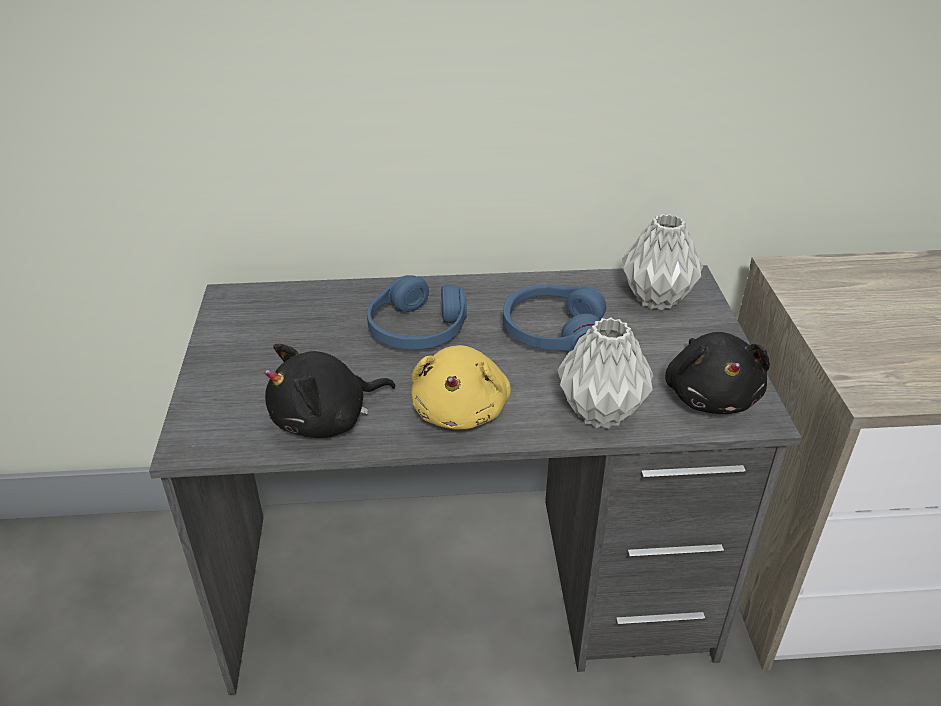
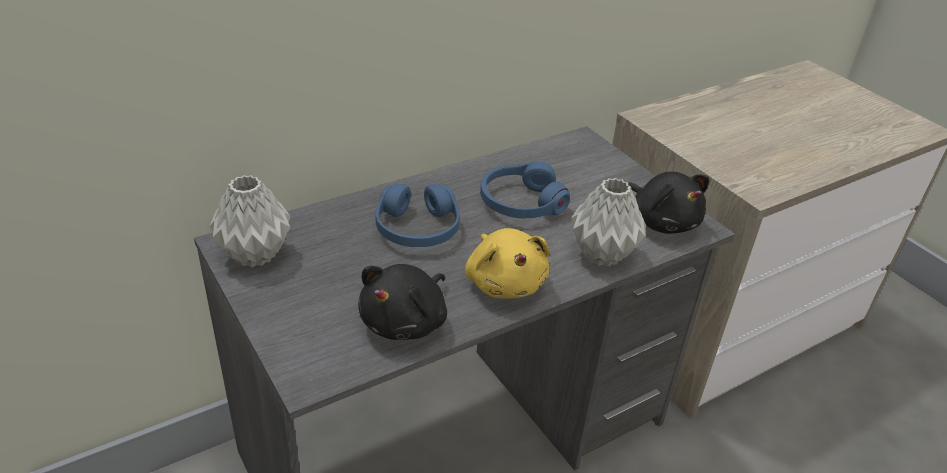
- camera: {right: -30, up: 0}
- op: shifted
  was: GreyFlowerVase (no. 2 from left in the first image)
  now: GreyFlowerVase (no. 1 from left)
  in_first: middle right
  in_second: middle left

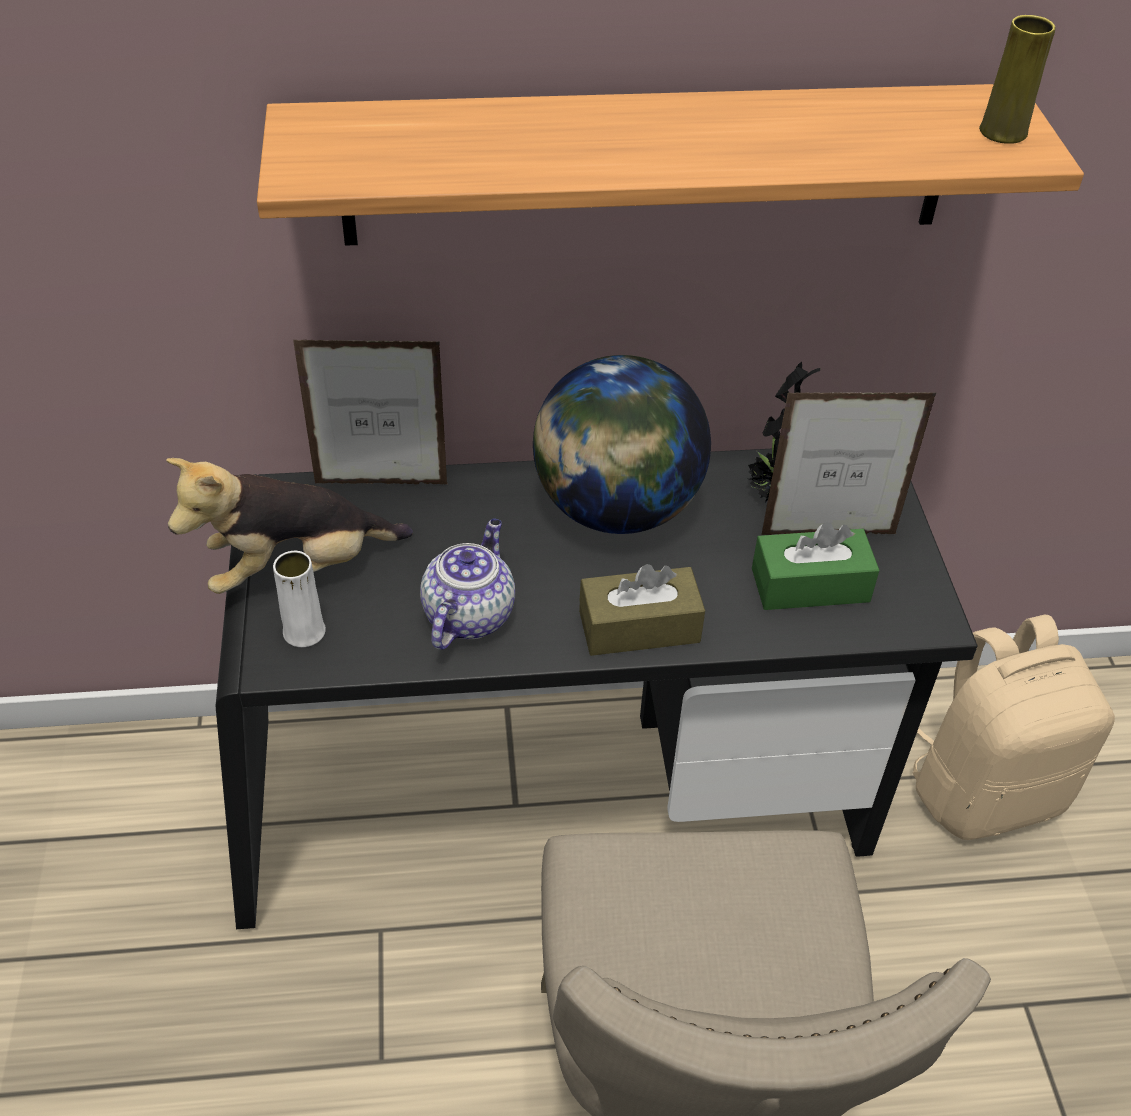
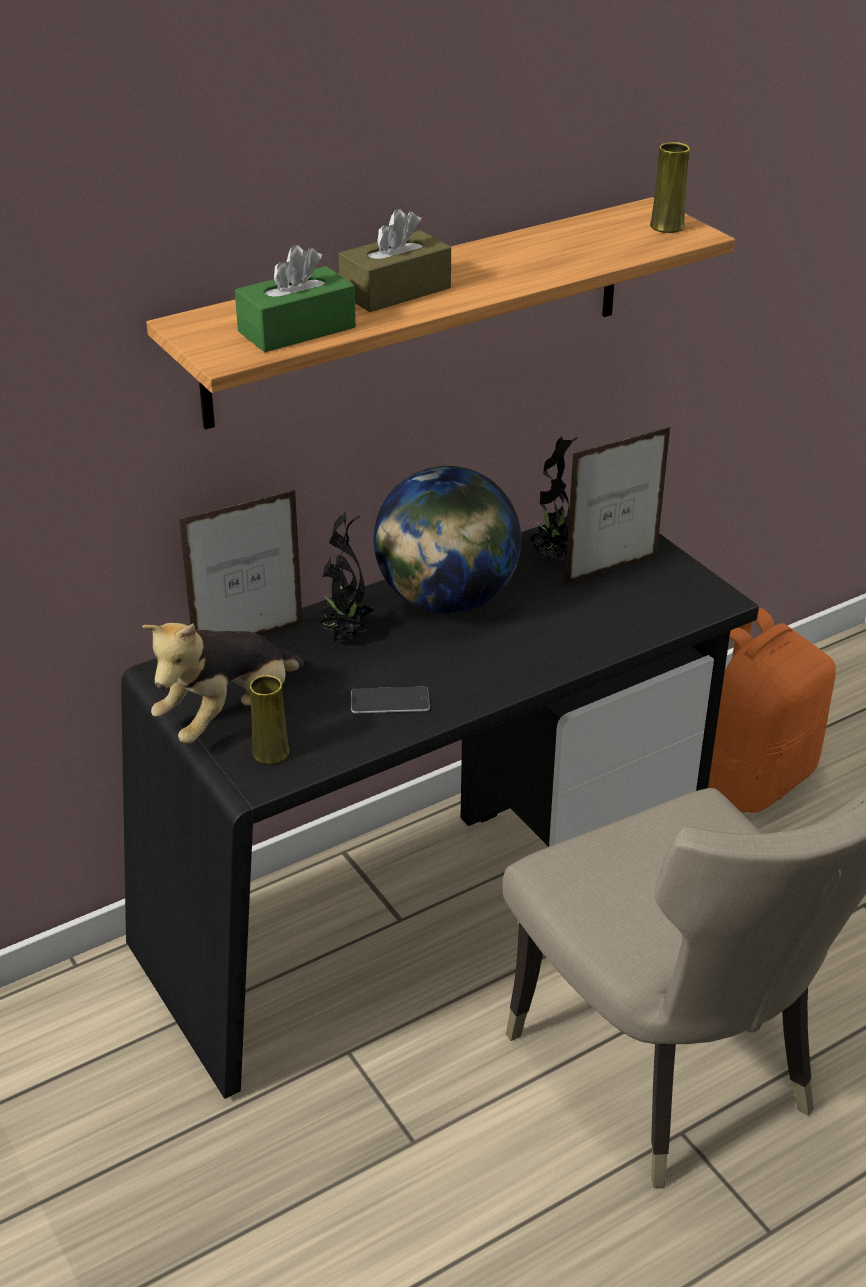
- camera: {right: -25, up: -10}
- op: new
  now: PlantInAPot (no. 1 from left)
  in_second: centre
- op: shifted
  was: BrownColouredTissueBox
  in_first: centre
  in_second: top centre
- op: shifted
  was: GreenTissueBox
  in_first: middle right
  in_second: top centre
- op: swapped
  was: Teapot
  now: Handset
  in_first: centre
  in_second: centre
- op: repainted
  was: WhitishFlowerVase
  now: YellowishFlowerVase (no. 1 from left)
  in_first: middle left
  in_second: middle left
- op: repainted
  was: SandColouredBackpack
  now: OrangeyBackpack
  in_first: middle right
  in_second: middle right

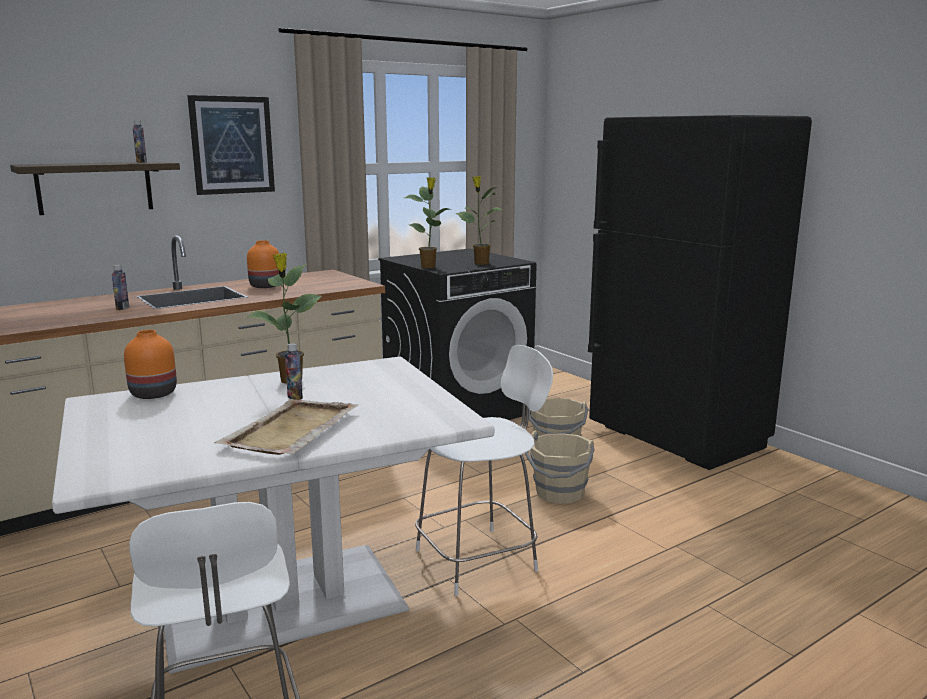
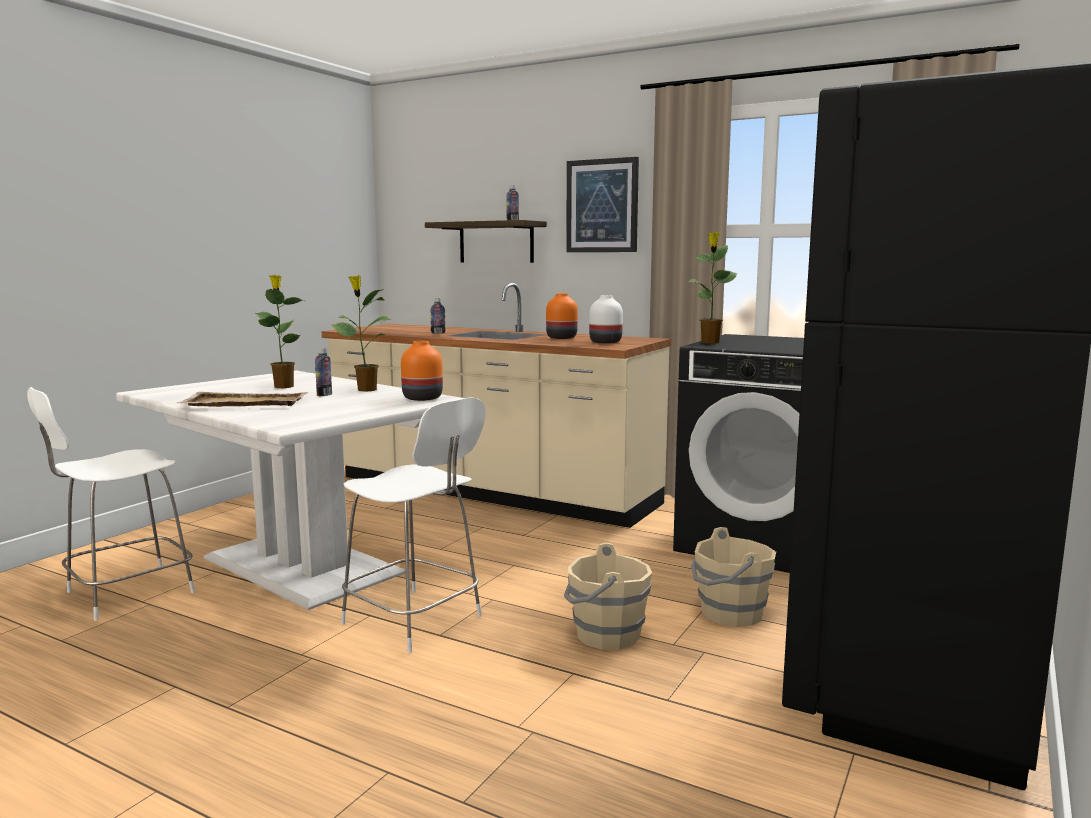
- camera: {right: 65, up: -5}
- op: new
  now: WhitishFlowerVase
  in_second: centre
- op: shifted
  was: OrangeyFlowerVase (no. 1 from left)
  in_first: middle left
  in_second: centre
- op: shifted
  was: PlantInAPot (no. 3 from left in the first image)
  now: PlantInAPot (no. 1 from left)
  in_first: top centre
  in_second: middle left

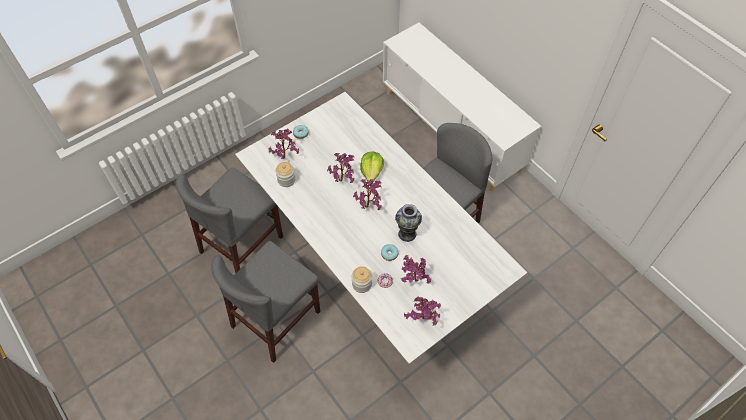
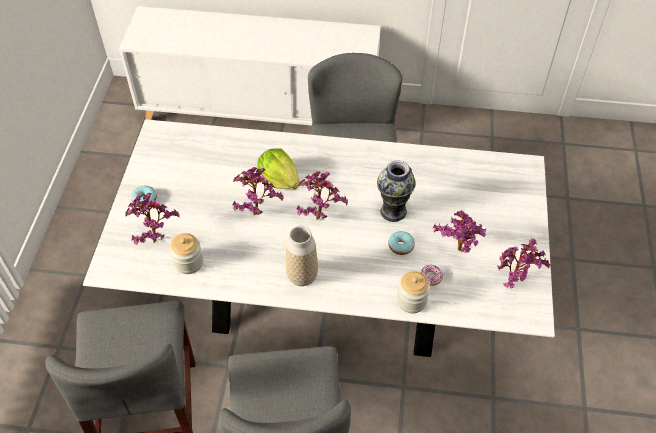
- camera: {right: -45, up: -5}
- op: new
  now: FlowerVase (no. 1 from left)
  in_second: centre

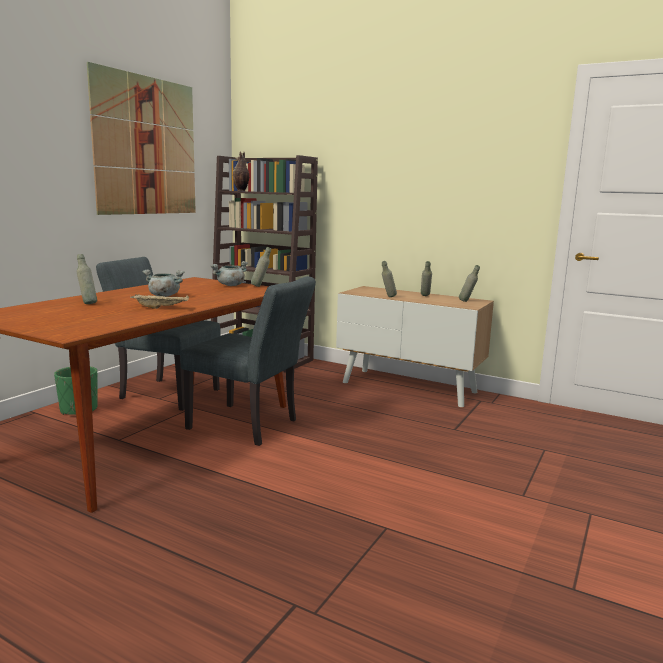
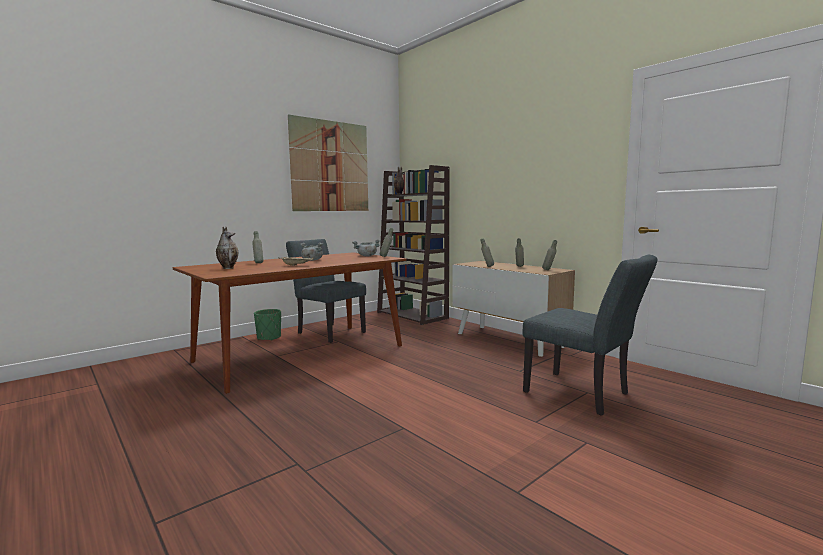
- camera: {right: 20, up: -5}
- op: new
  now: FlowerVase (no. 1 from left)
  in_second: middle left
- op: shifted
  was: GreyChair (no. 2 from left)
  in_first: centre
  in_second: middle right

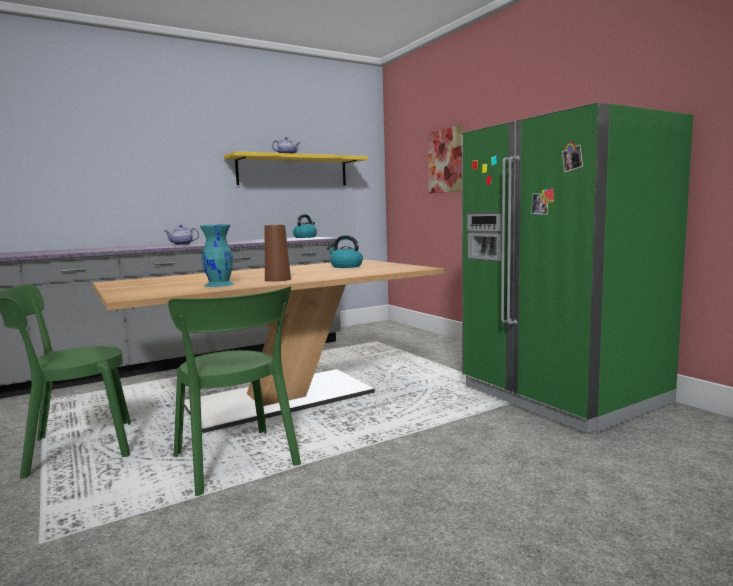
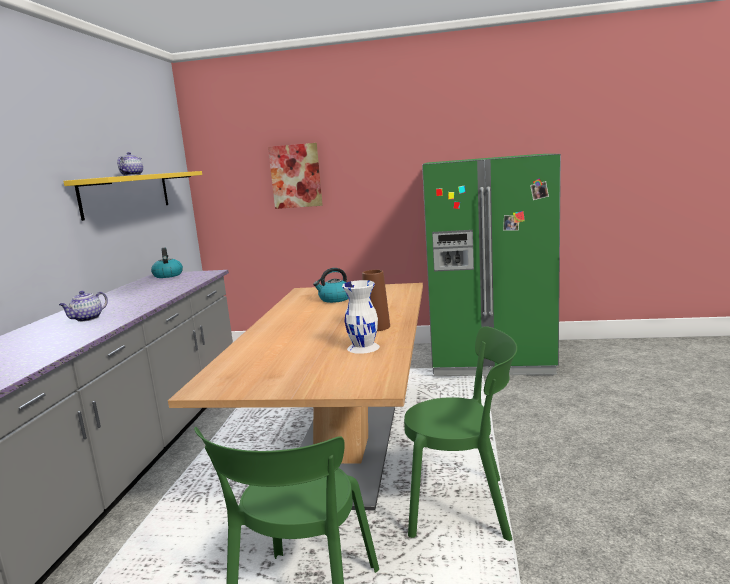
- camera: {right: -50, up: 5}
- op: repainted
  was: BlueGreenFlowerVase
  now: WhitishFlowerVase
  in_first: middle left
  in_second: centre

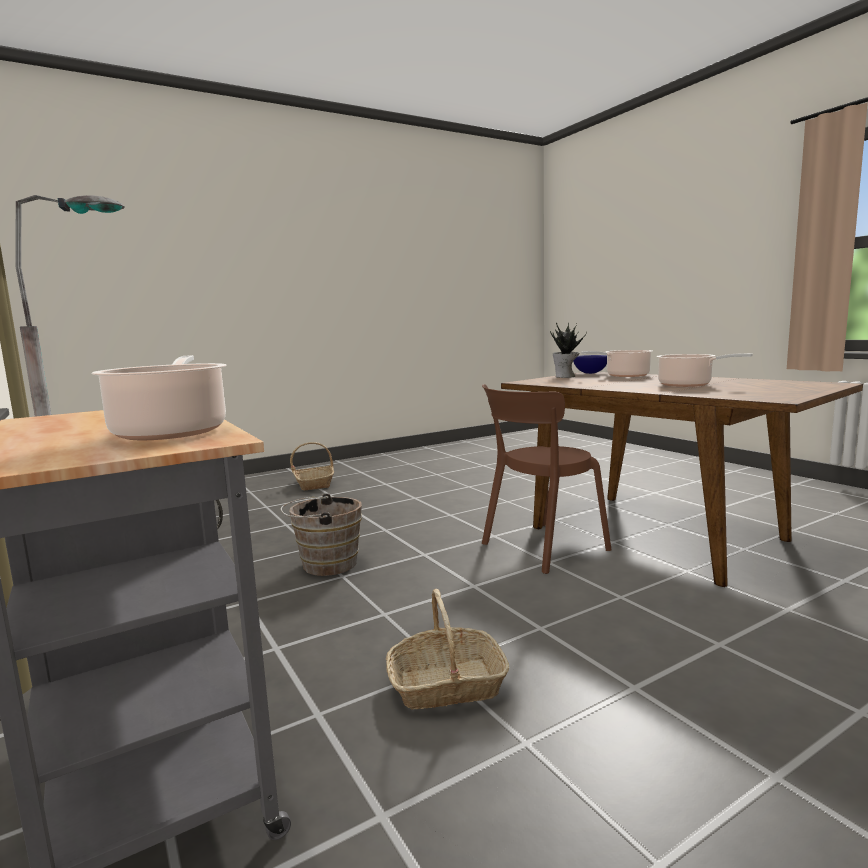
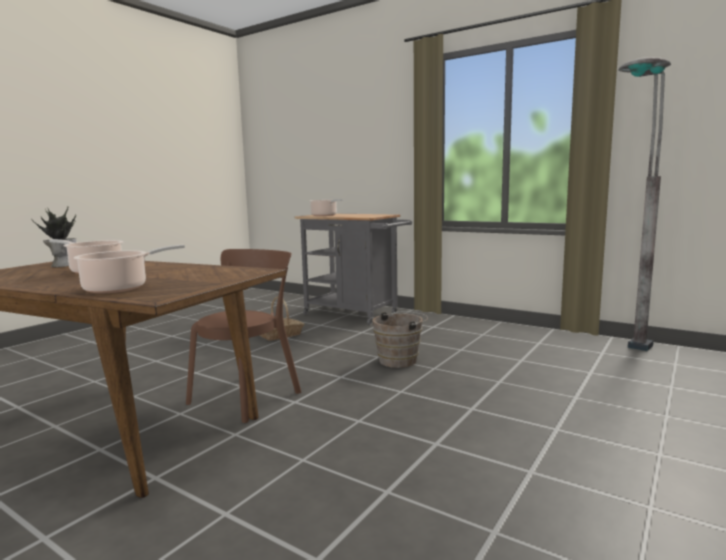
- camera: {right: 155, up: 0}
- op: gone
  was: StorageBasket (no. 1 from left)
  in_first: centre
- op: gone
  was: BlueColouredDeepDish
  in_first: middle right
- op: shifted
  was: PlantInAPot
  in_first: centre
  in_second: middle left

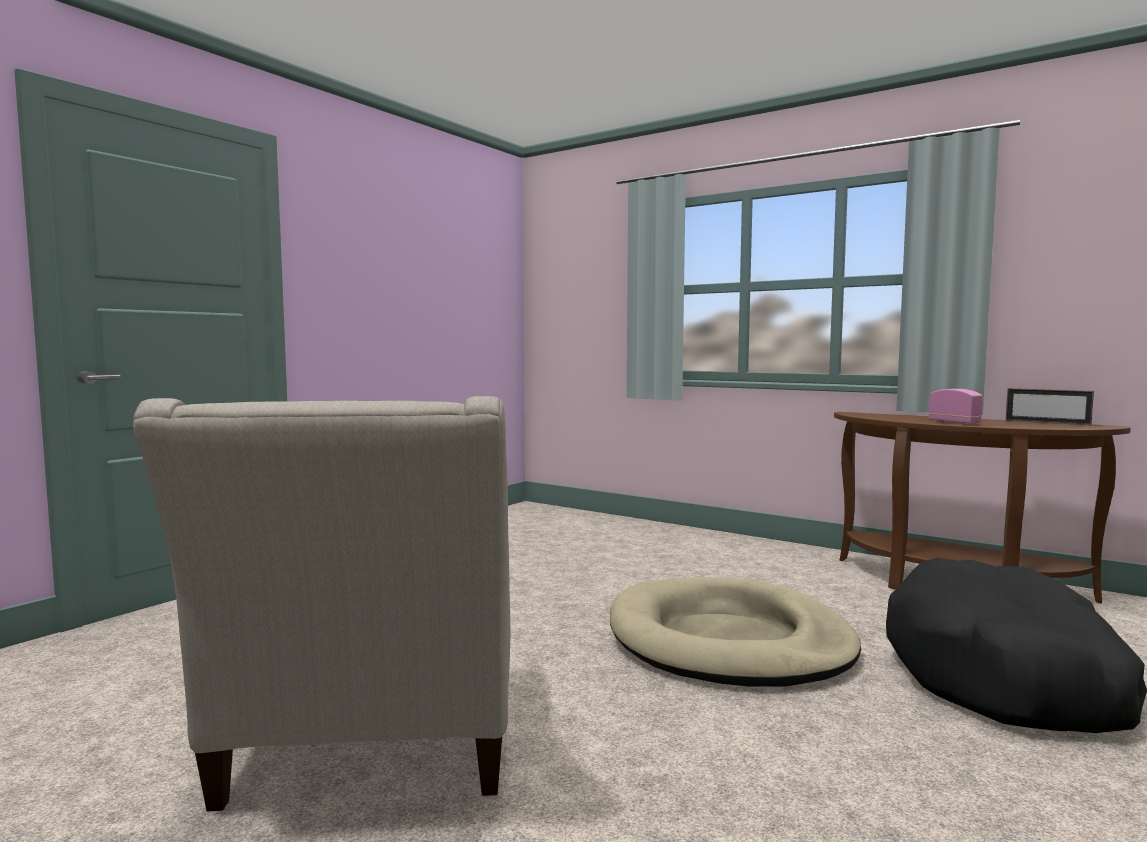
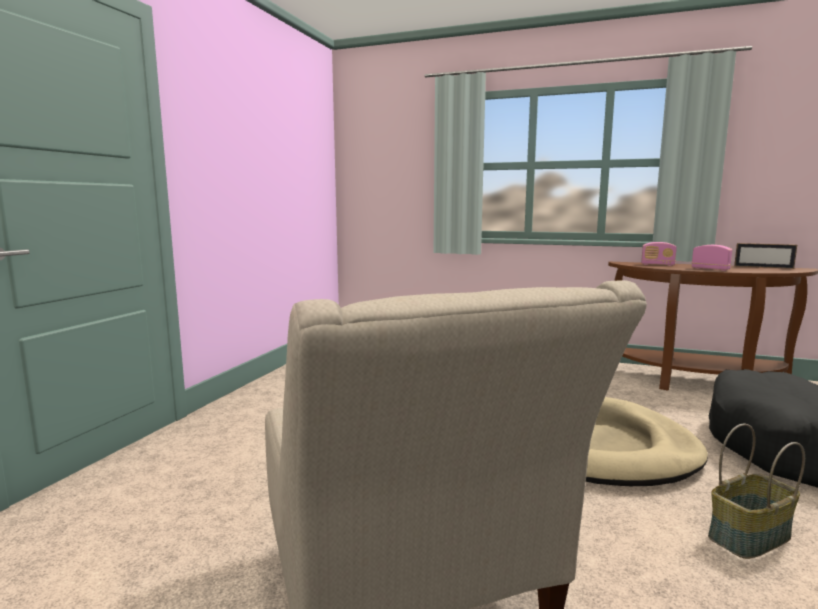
- camera: {right: -15, up: 5}
- op: new
  now: Radio (no. 1 from left)
  in_second: middle right
- op: new
  now: StorageBasket
  in_second: bottom right

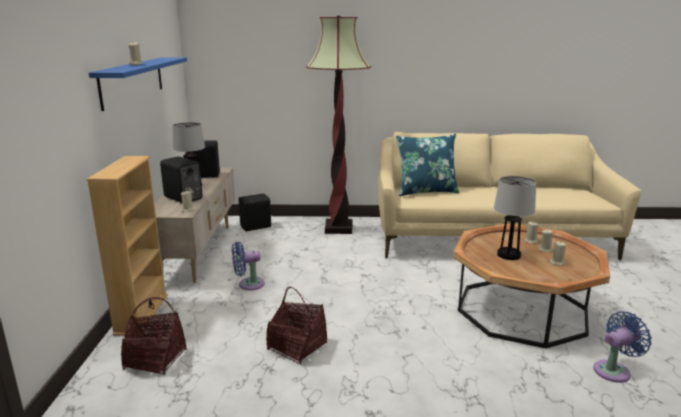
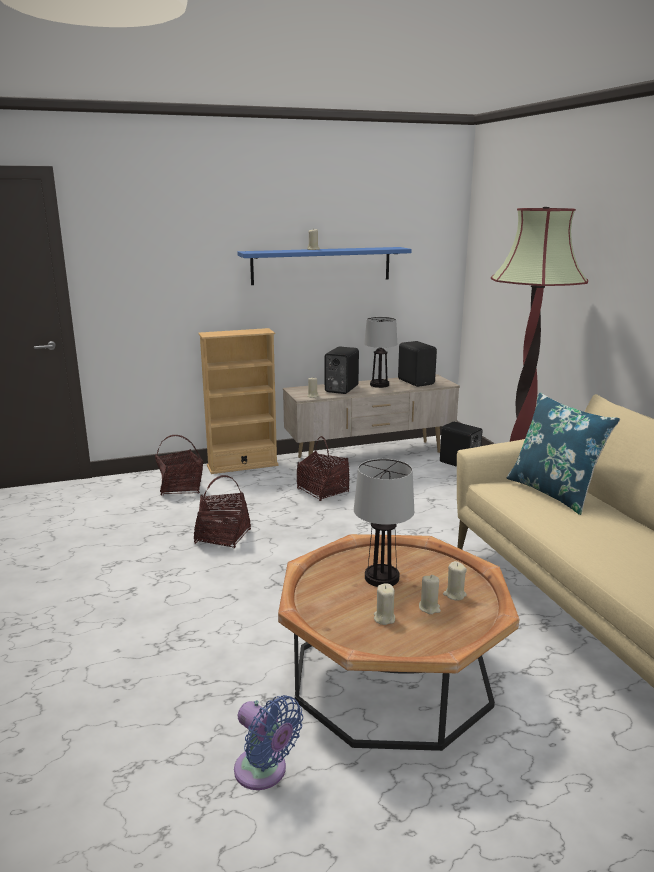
- camera: {right: 70, up: 0}
- op: swapped
  was: BlueColouredCoolingFan (no. 1 from left)
  now: StorageBasket (no. 3 from left)
  in_first: centre
  in_second: centre

